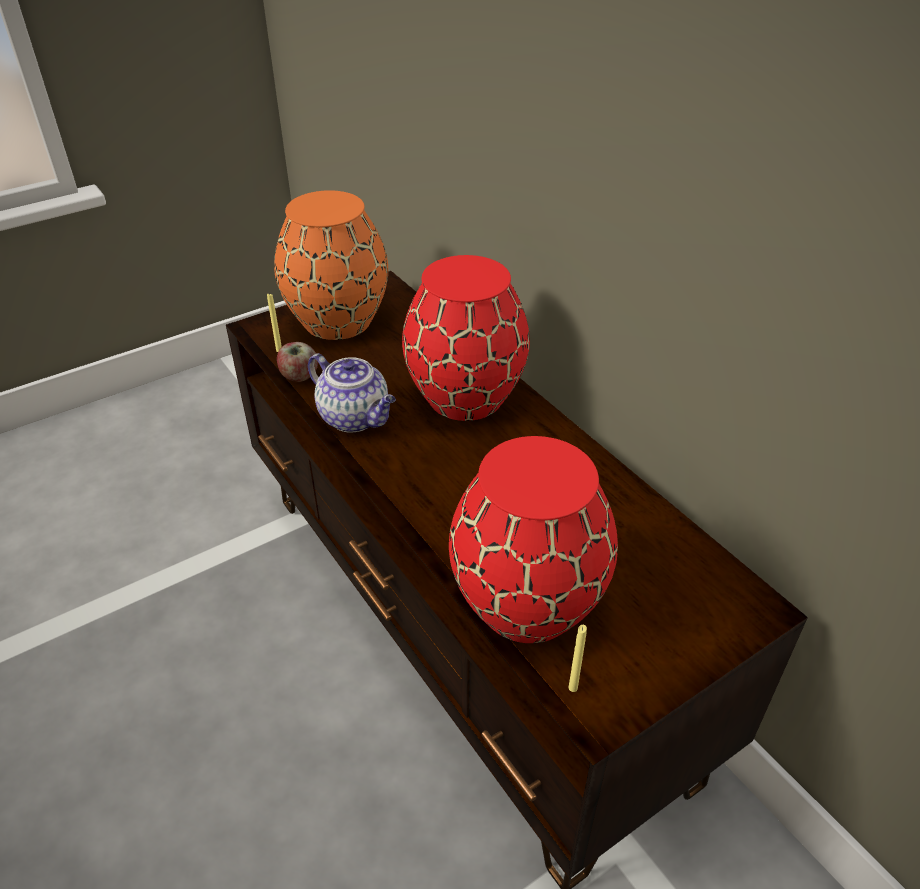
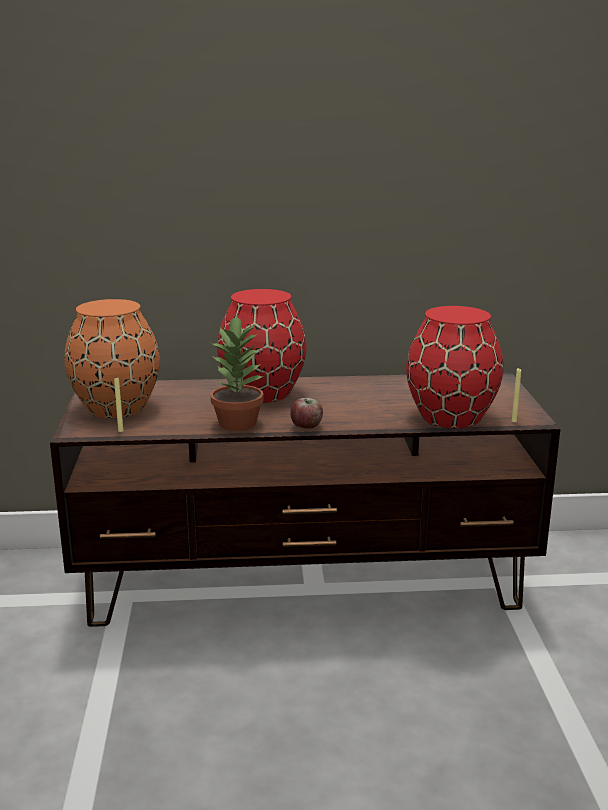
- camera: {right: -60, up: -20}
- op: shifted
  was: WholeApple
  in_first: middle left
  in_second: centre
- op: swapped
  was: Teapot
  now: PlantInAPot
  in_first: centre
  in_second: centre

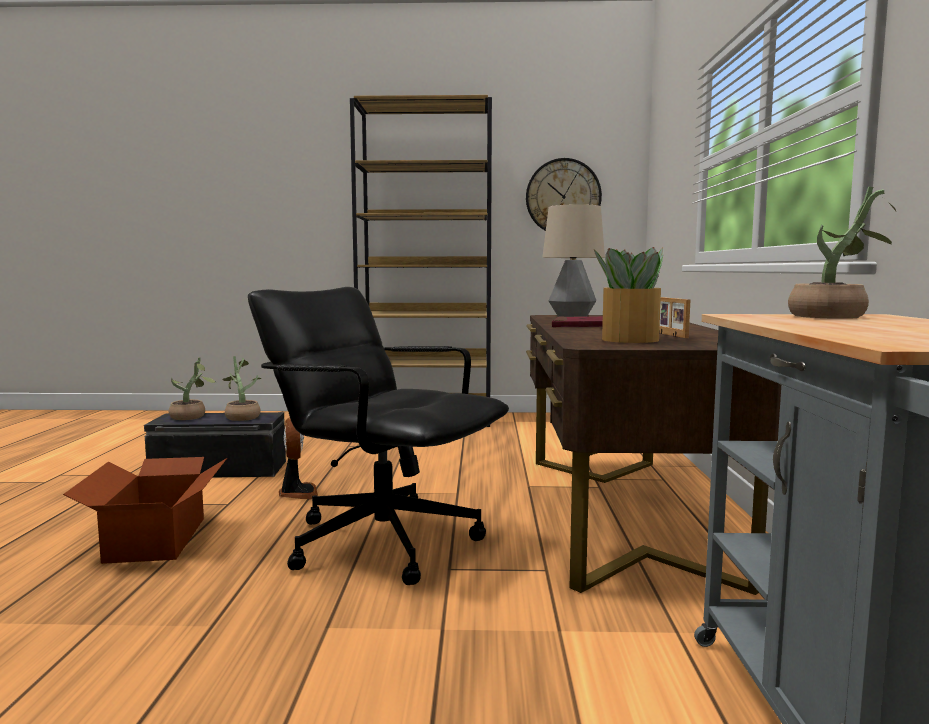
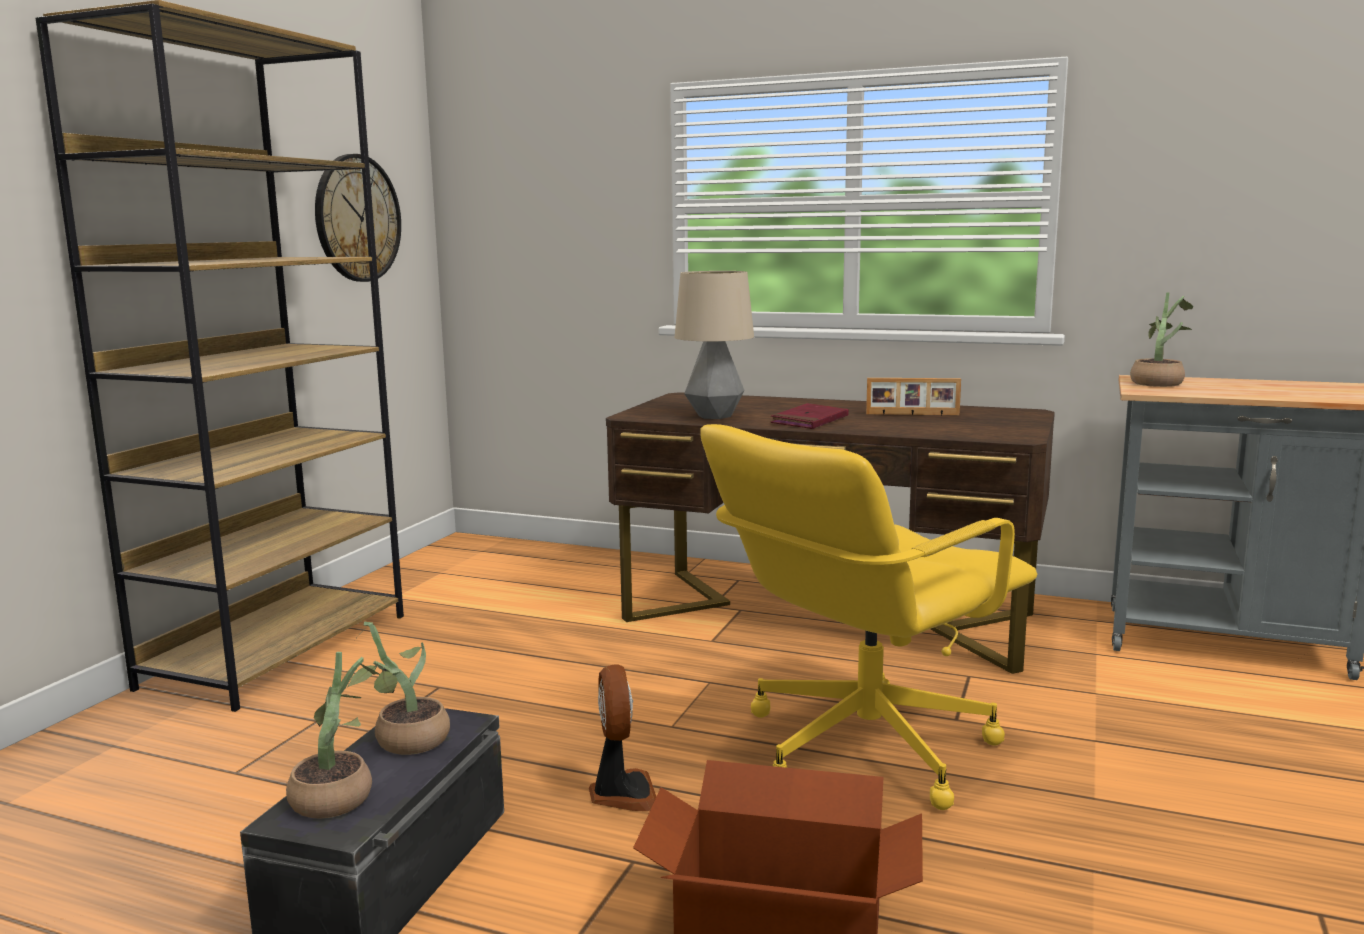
- camera: {right: -70, up: 5}
- op: gone
  was: PlantInAPot (no. 3 from left)
  in_first: middle right
- op: repainted
  was: BlackColouredDeskChair
  now: YellowishDeskChair
  in_first: centre
  in_second: centre
- op: rotated
  was: CoolingFan
  in_first: middle left
  in_second: bottom centre
  clockwise: 75

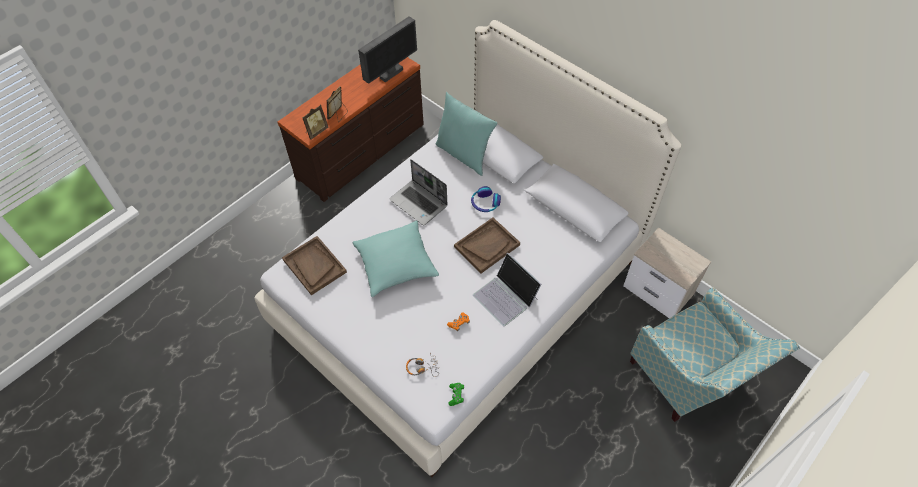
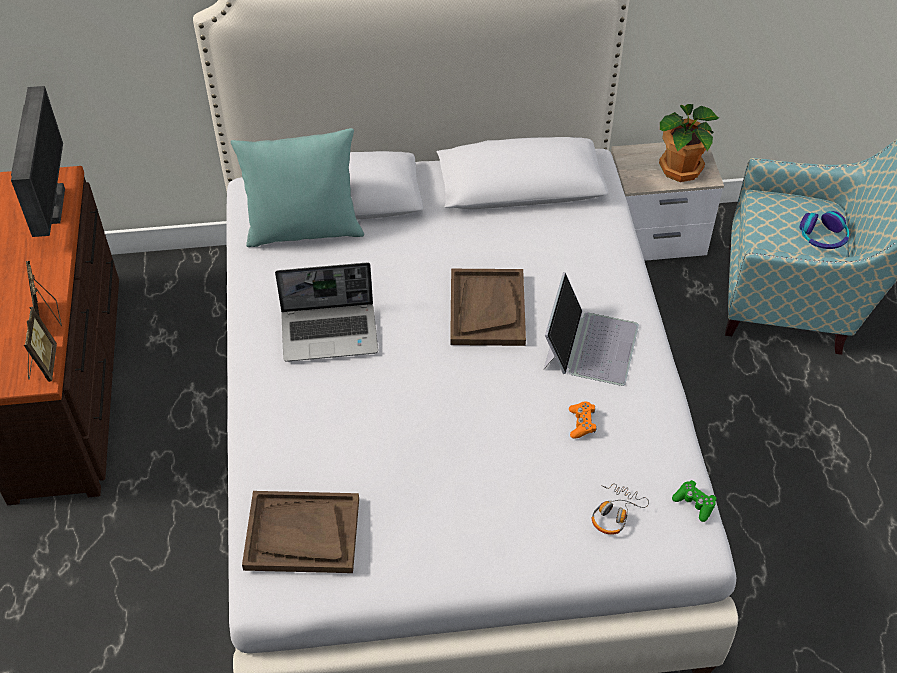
- camera: {right: -50, up: -5}
- op: gone
  was: BlueGreenThrowPillow (no. 1 from left)
  in_first: centre
- op: new
  now: PlantInAPot
  in_second: top right
- op: shifted
  was: Headset (no. 2 from left)
  in_first: centre
  in_second: middle right
- op: rotated
  was: Laptop (no. 2 from left)
  in_first: centre
  in_second: centre
  clockwise: -75

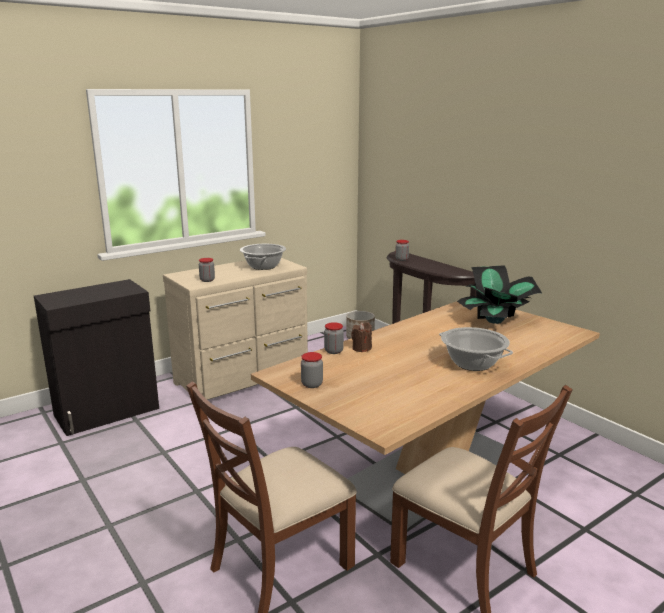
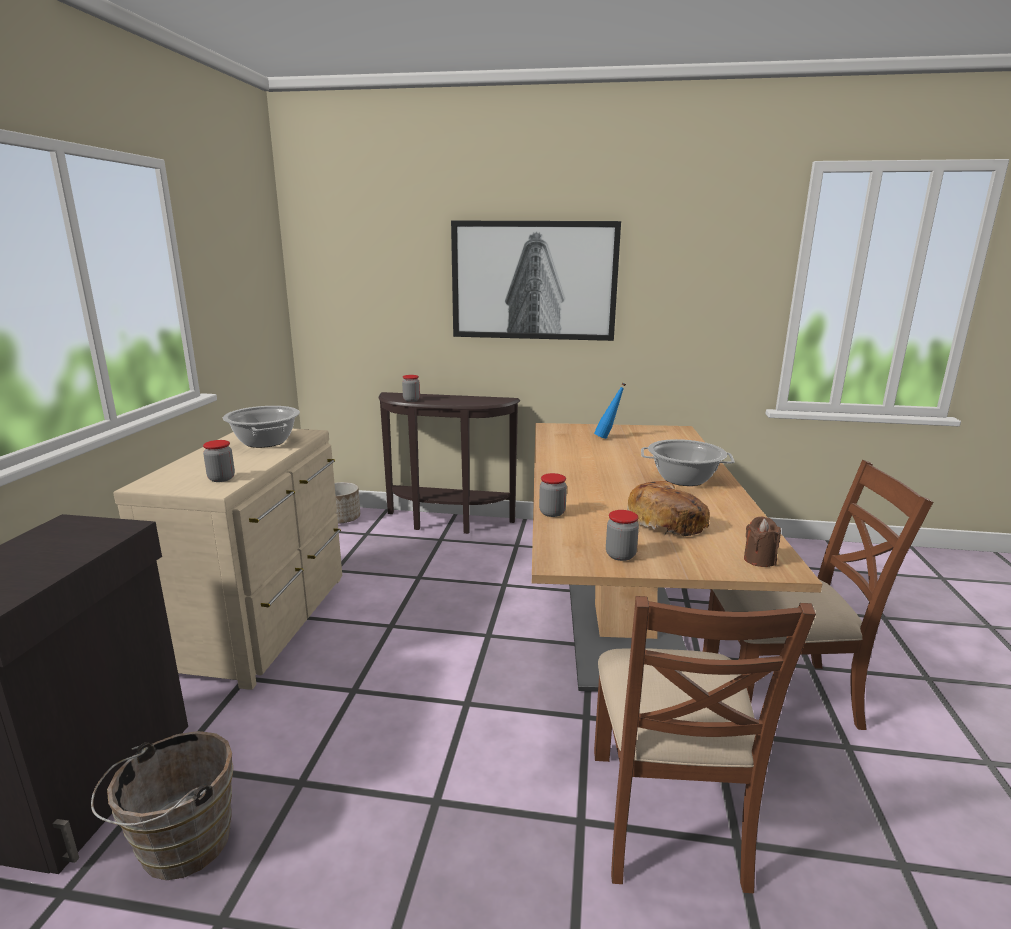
- camera: {right: -45, up: 0}
- op: new
  now: BrownColouredWaterBucket
  in_second: bottom left
- op: new
  now: WallArt
  in_second: top centre
- op: new
  now: BakeryBread
  in_second: centre
- op: shifted
  was: BrownColouredWaxCandle
  in_first: centre
  in_second: middle right
- op: swapped
  was: PlantInAPot
  now: BlueColouredBottle
  in_first: middle right
  in_second: centre

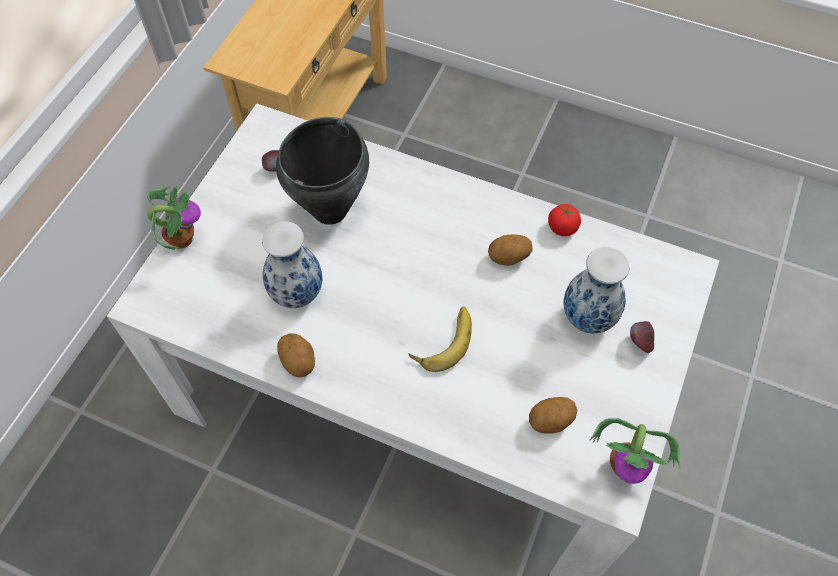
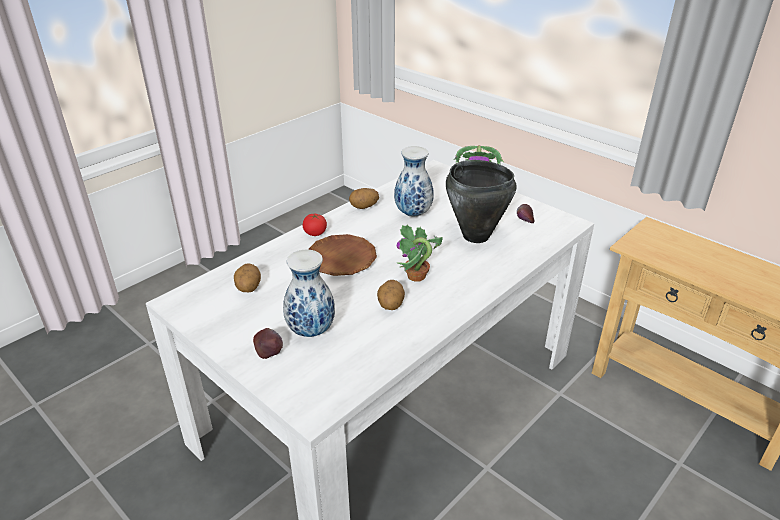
- camera: {right: 110, up: -25}
- op: shifted
  was: WholeTomato
  in_first: middle right
  in_second: centre
- op: shifted
  was: PlantInAPot (no. 2 from left in the first image)
  now: PlantInAPot (no. 1 from left)
  in_first: bottom right
  in_second: centre
- op: swapped
  was: BananaFruit
  now: BrownColouredFlatDish
  in_first: centre
  in_second: centre

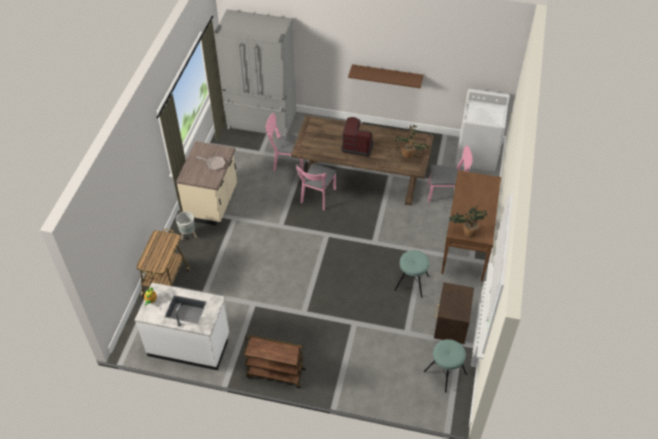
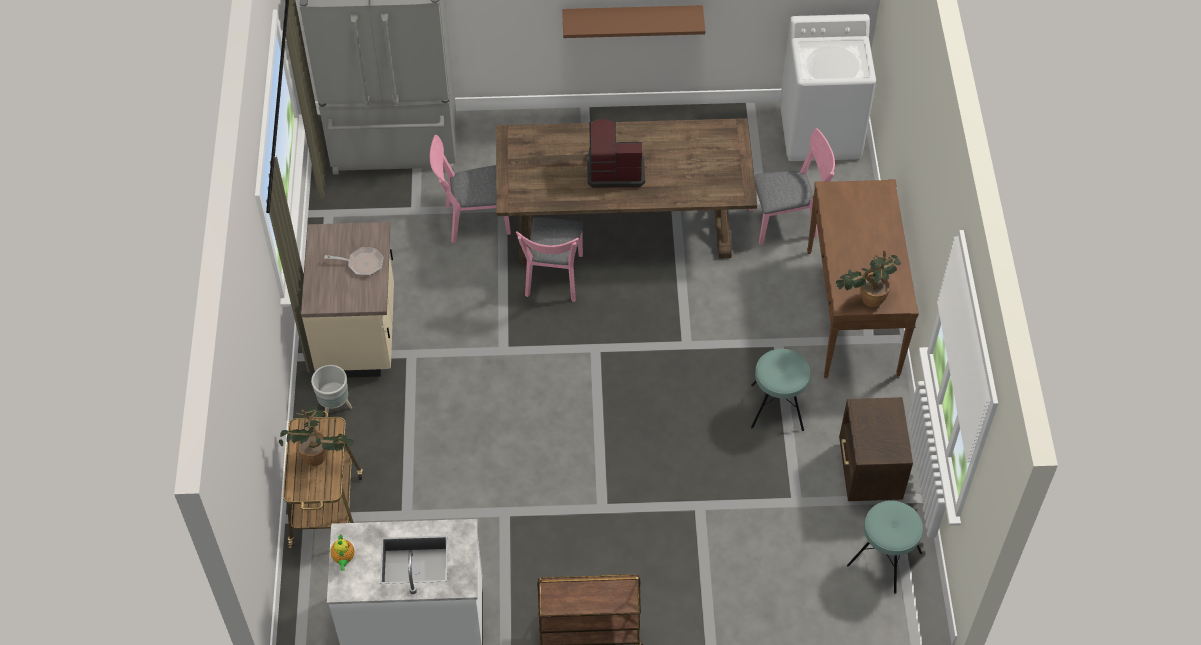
- camera: {right: -15, up: 5}
- op: shifted
  was: PlantInAPot (no. 1 from left)
  in_first: top centre
  in_second: bottom left

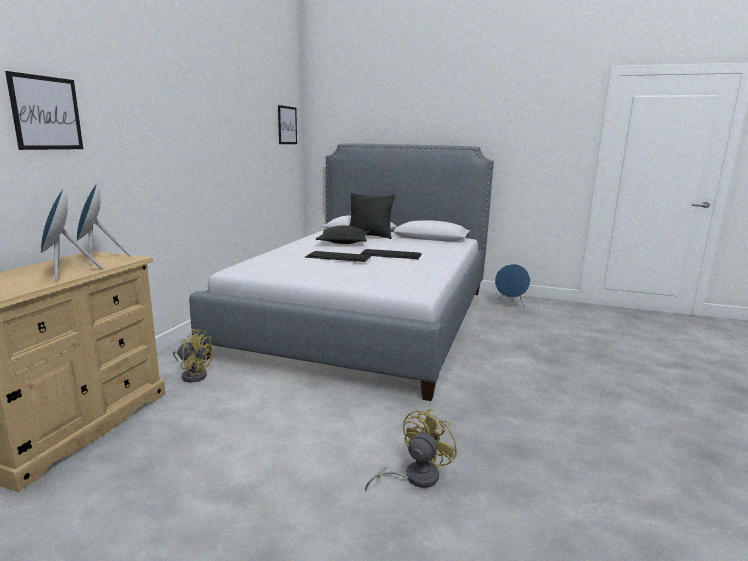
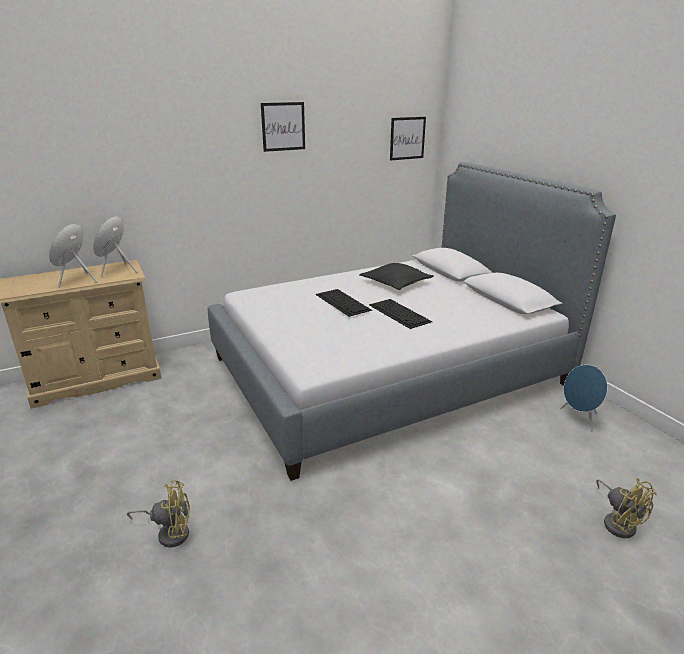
- camera: {right: 45, up: 10}
- op: gone
  was: BlackColouredThrowPillow (no. 2 from left)
  in_first: centre
- op: shifted
  was: WallArt (no. 1 from left)
  in_first: top left
  in_second: top centre
- op: shifted
  was: YellowishCoolingFan (no. 1 from left in the first image)
  now: YellowishCoolingFan (no. 2 from left)
  in_first: middle left
  in_second: bottom right

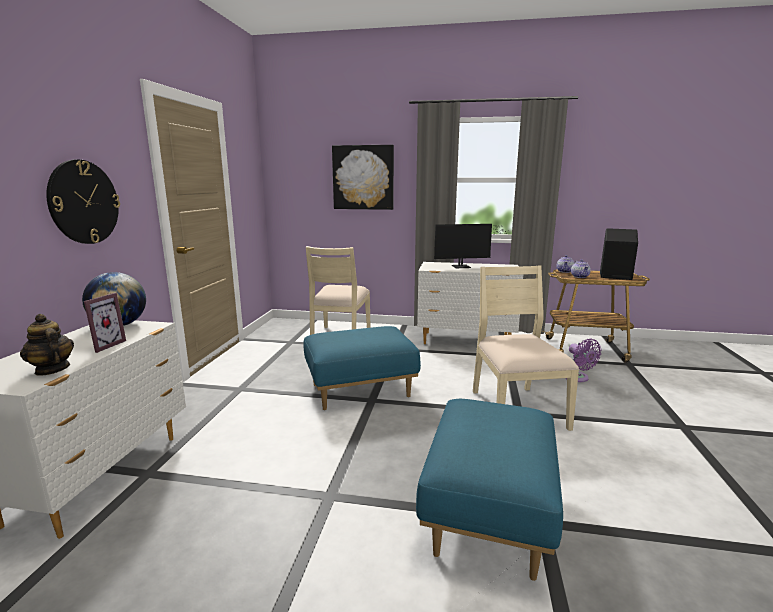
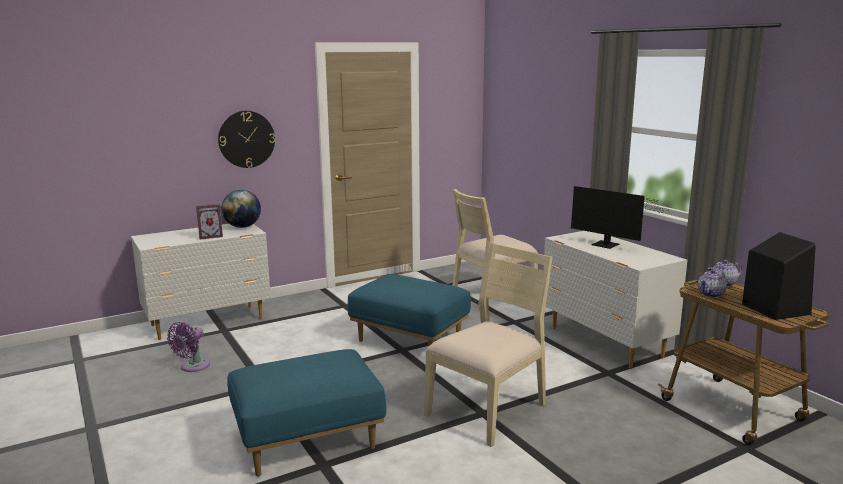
- camera: {right: 50, up: 0}
- op: gone
  was: Teapot (no. 1 from left)
  in_first: middle left
- op: gone
  was: WallArt
  in_first: top centre
- op: shifted
  was: PurplishCoolingFan
  in_first: middle right
  in_second: bottom left

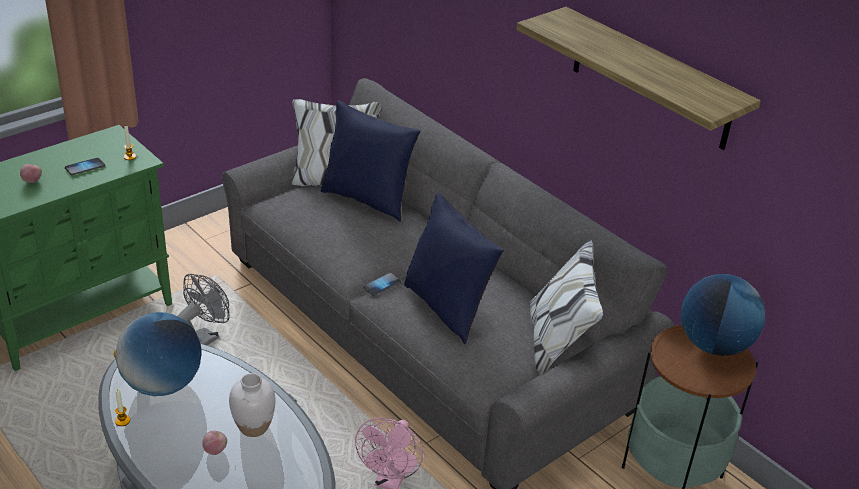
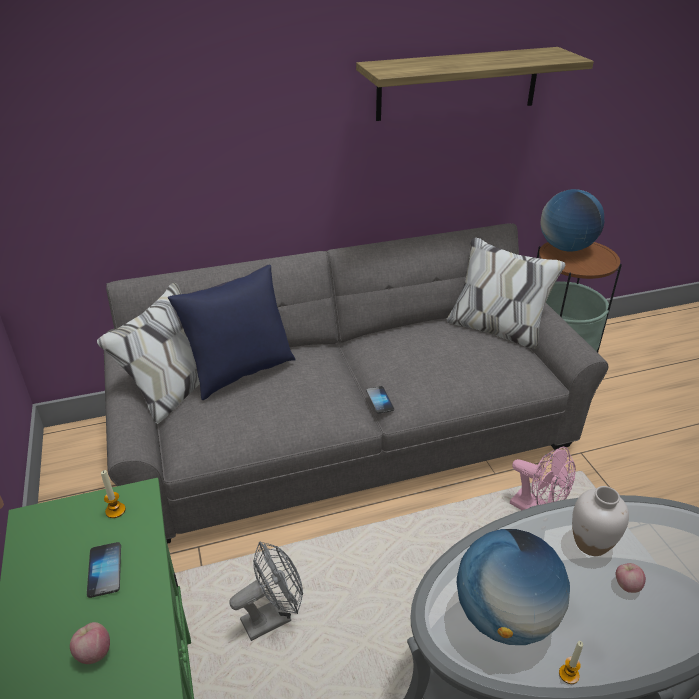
- camera: {right: -65, up: 0}
- op: gone
  was: BlueColouredThrowPillow (no. 2 from left)
  in_first: centre
- op: rotated
  was: GreyCoolingFan
  in_first: middle left
  in_second: bottom centre
  clockwise: 90

